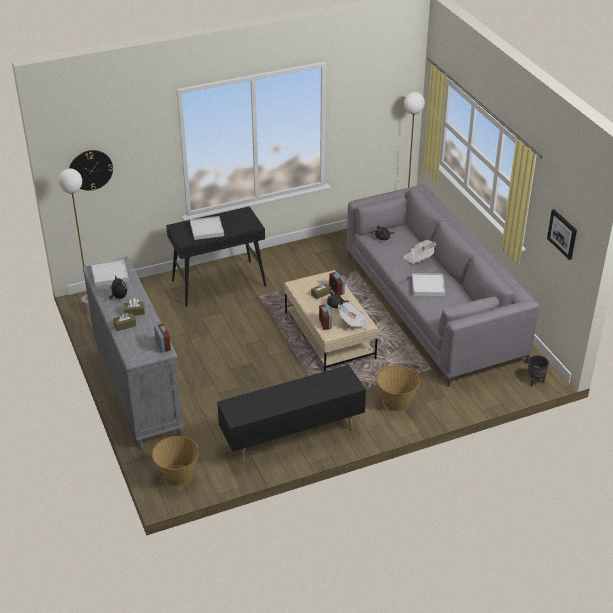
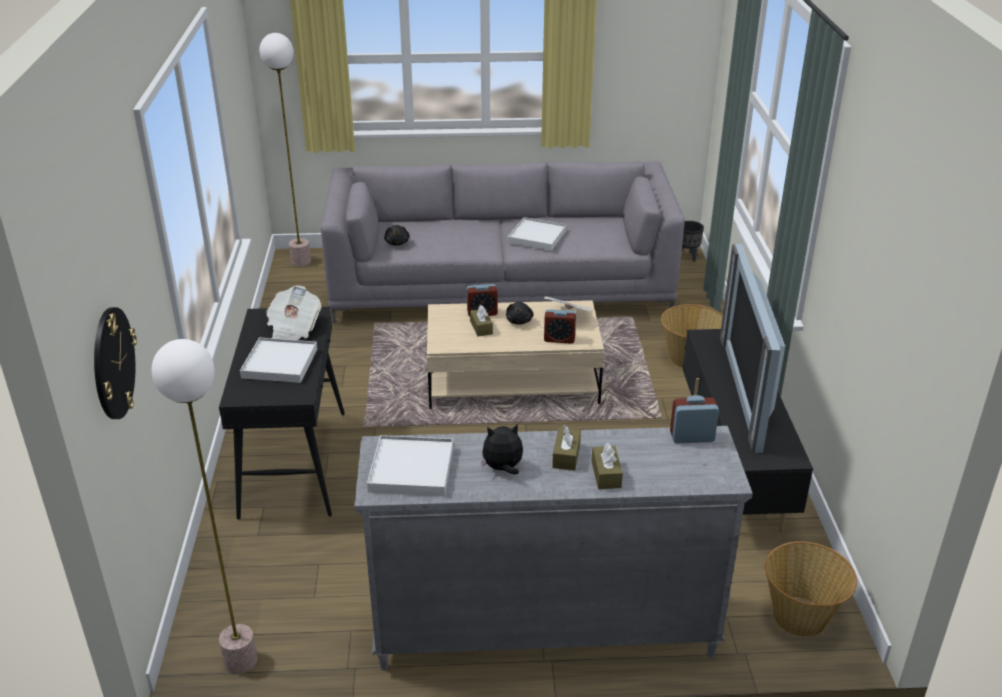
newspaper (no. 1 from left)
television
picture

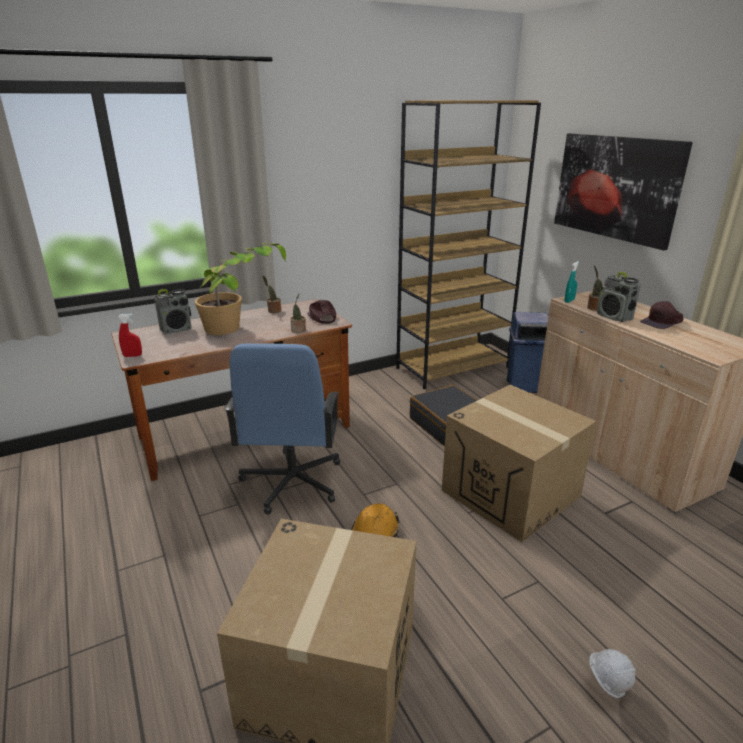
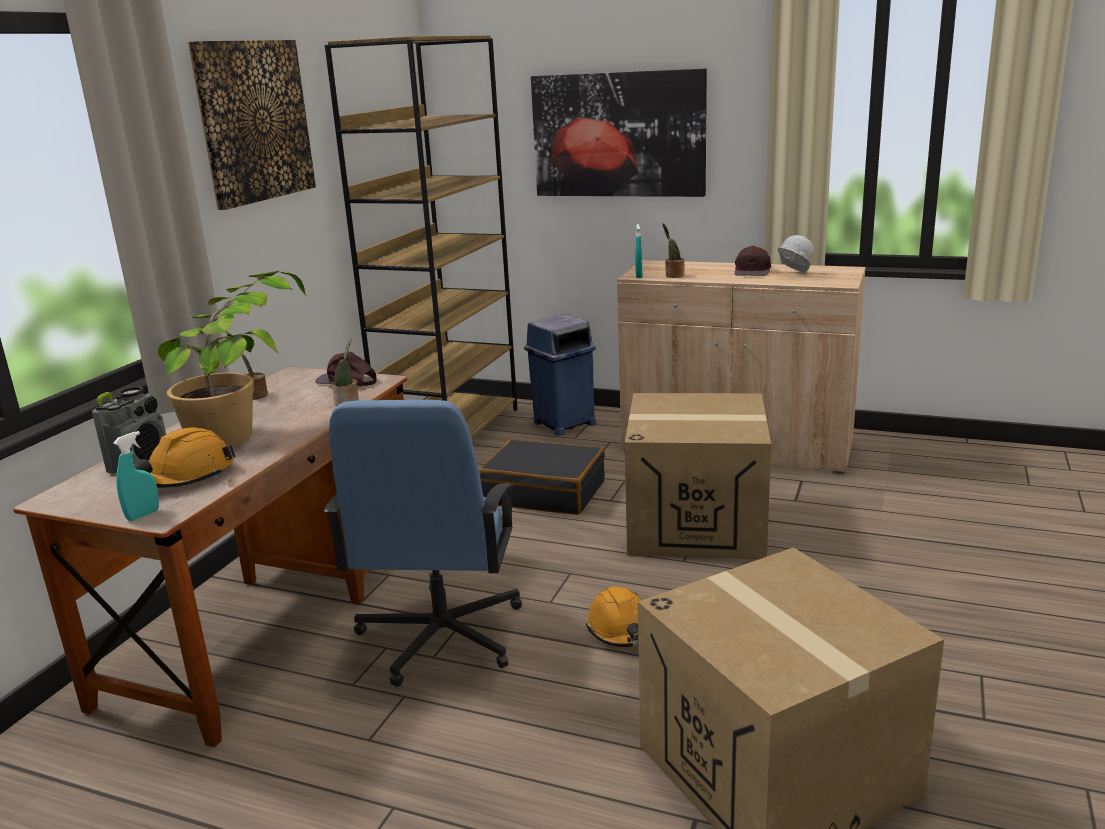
turquoise spray bottle (no. 1 from left)
orange hard hat (no. 1 from left)
picture (no. 1 from left)
blue office chair
white hard hat
radio (no. 2 from left in the first image)

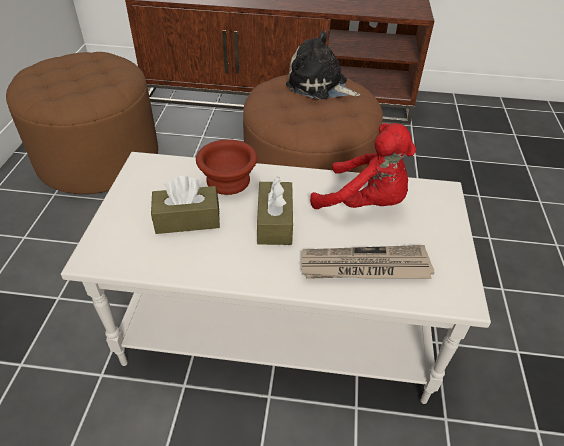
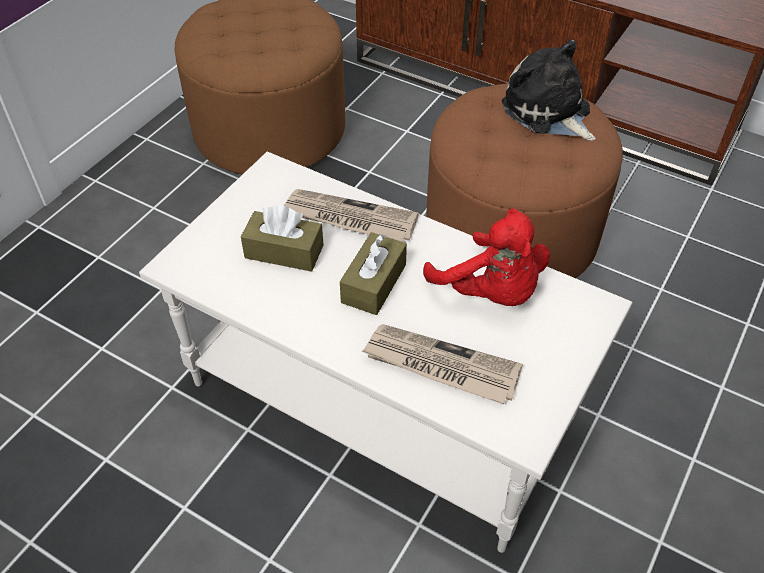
newspaper (no. 1 from left)

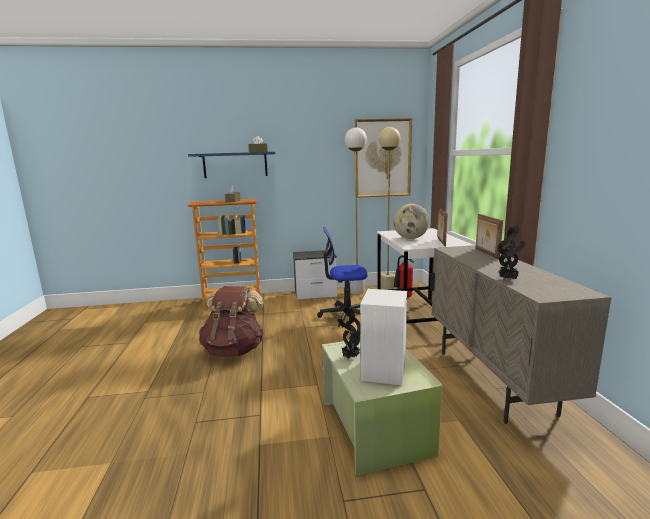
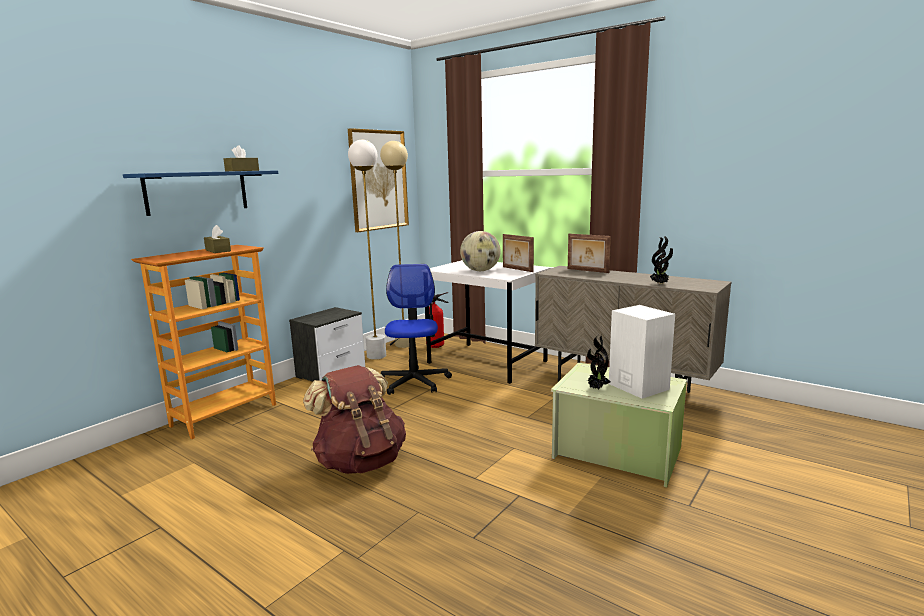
office chair

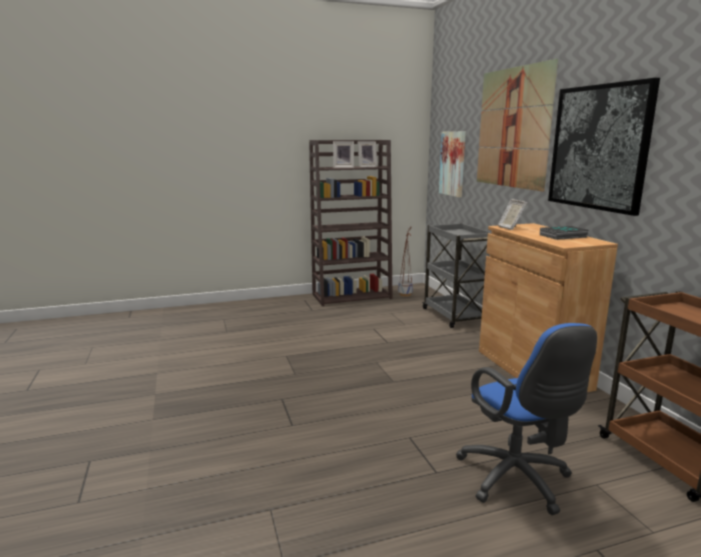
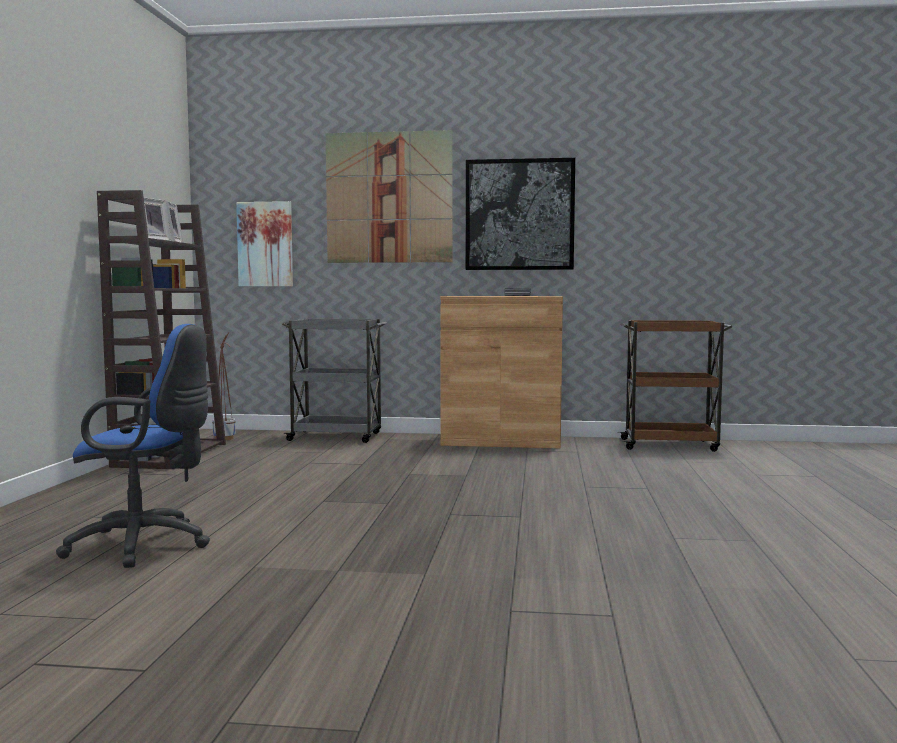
blue office chair
picture frame (no. 3 from left in the first image)

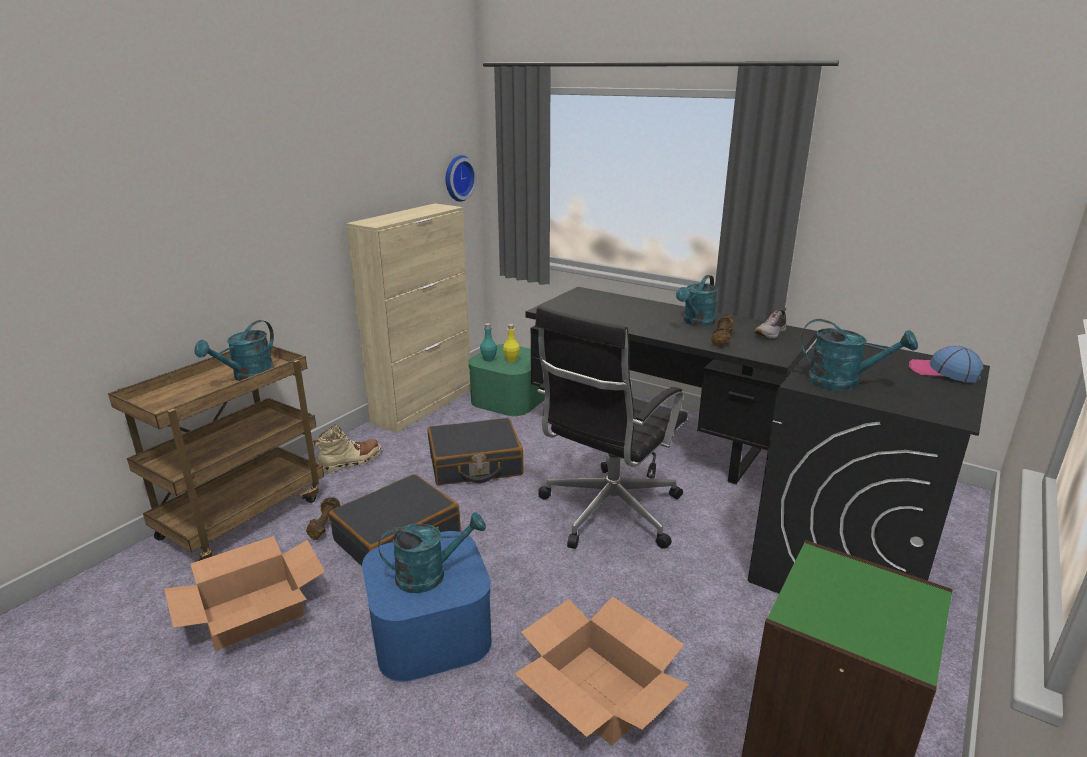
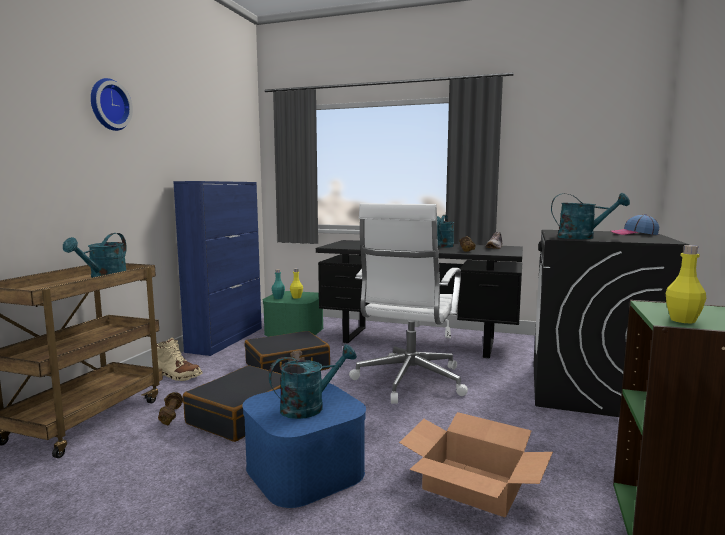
wall clock
beige boot
blue cabinet
white office chair
yellow bottle (no. 2 from left)
cardboard box (no. 1 from left in the first image)

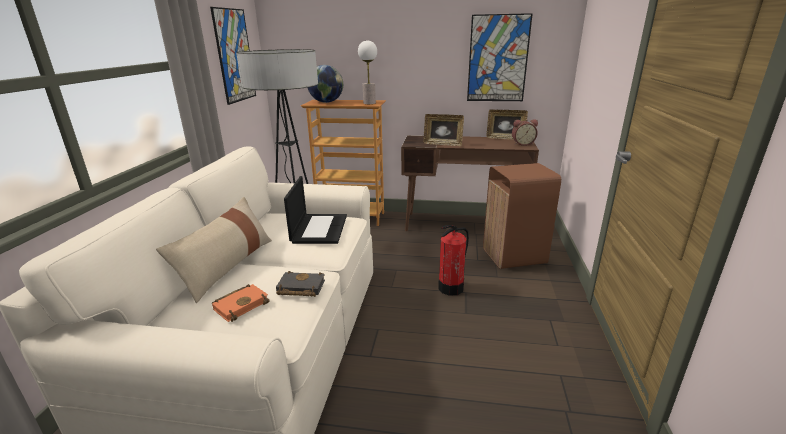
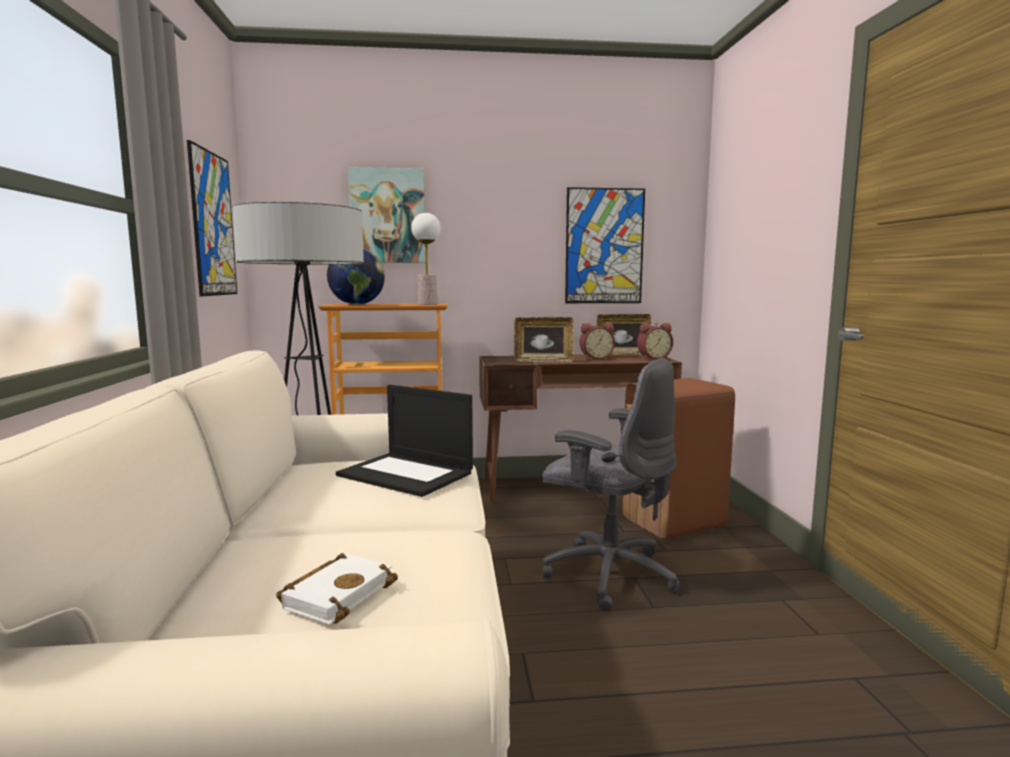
white book
laptop
picture (no. 2 from left)
grey office chair
alarm clock (no. 1 from left)
beige pillow
black book

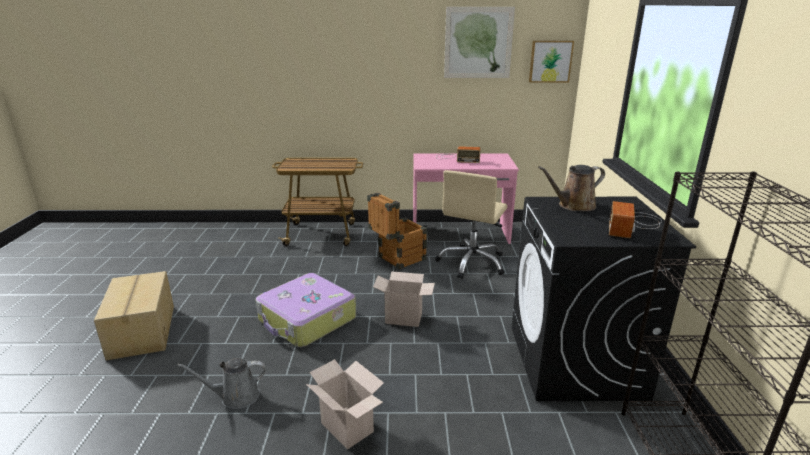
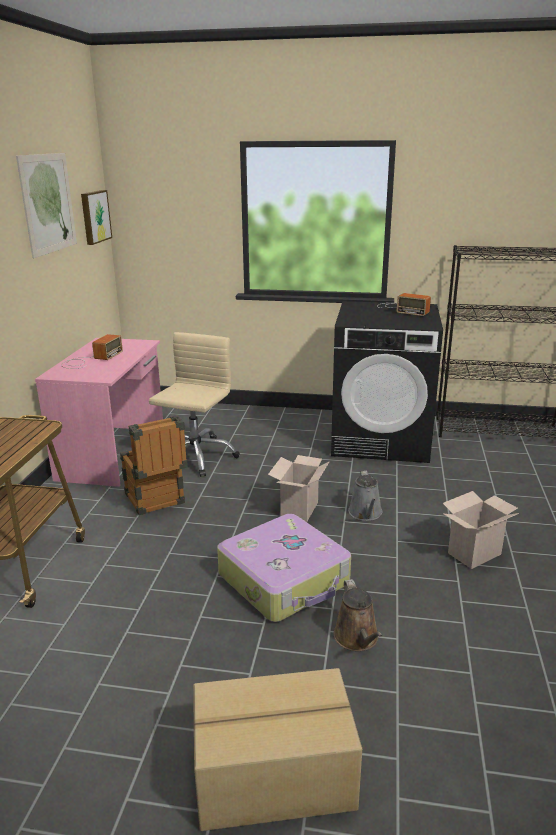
beige office chair
brown watering can
grey watering can

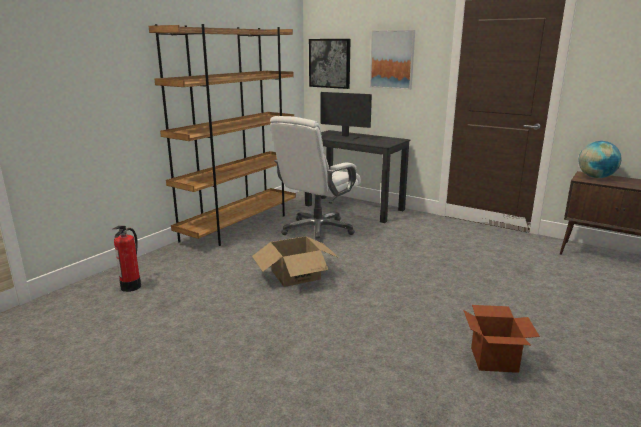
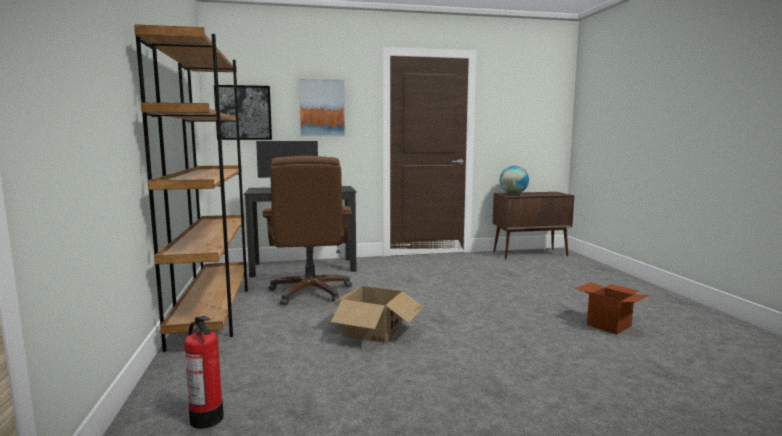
brown office chair

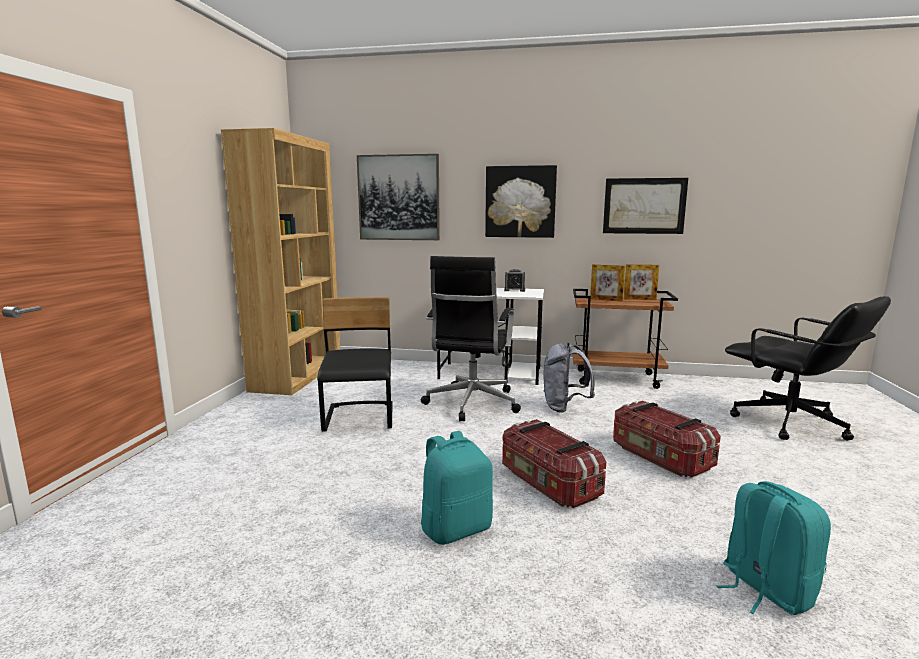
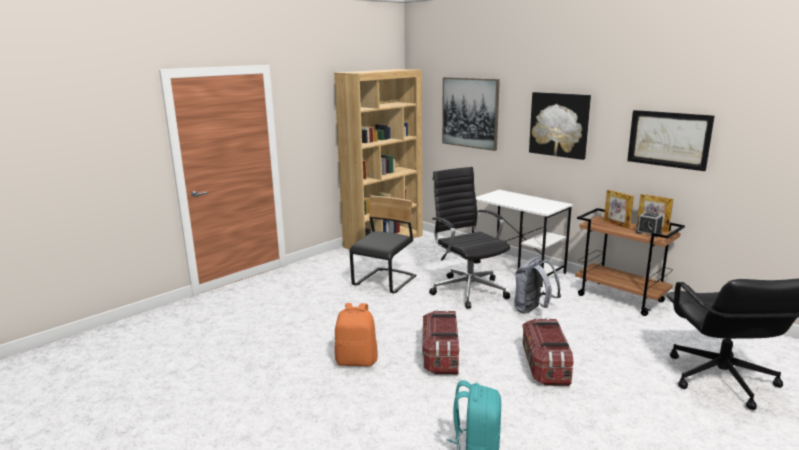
orange backpack
black office chair (no. 1 from left)
alarm clock

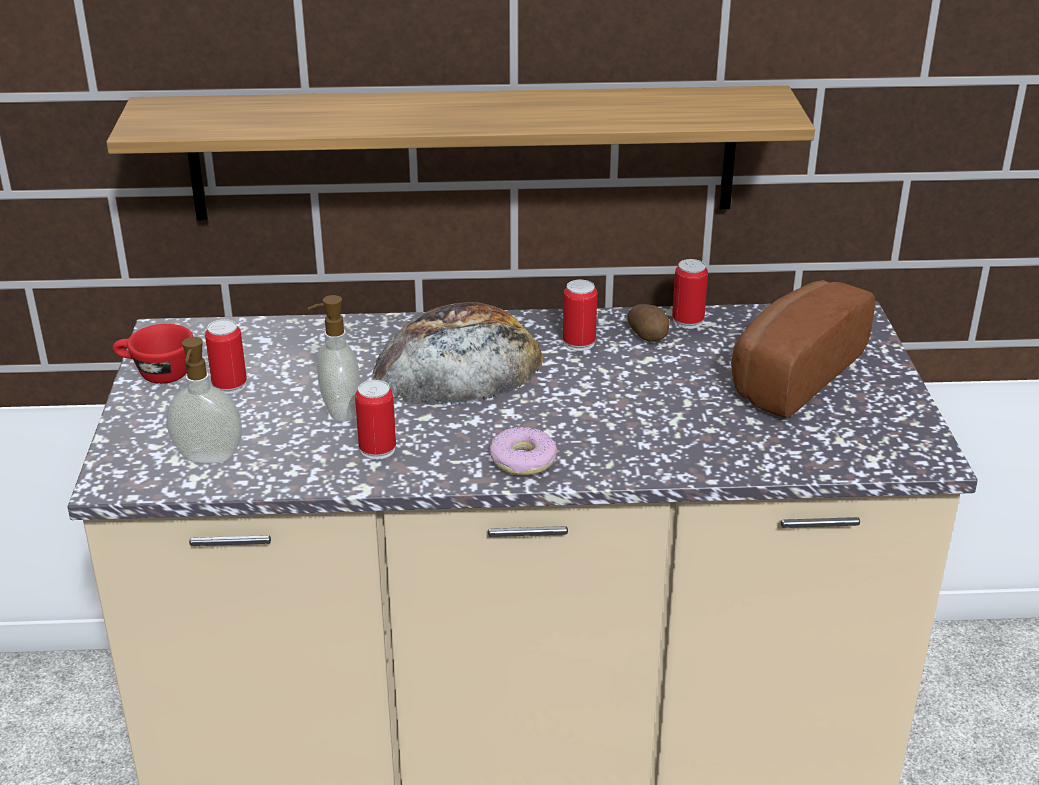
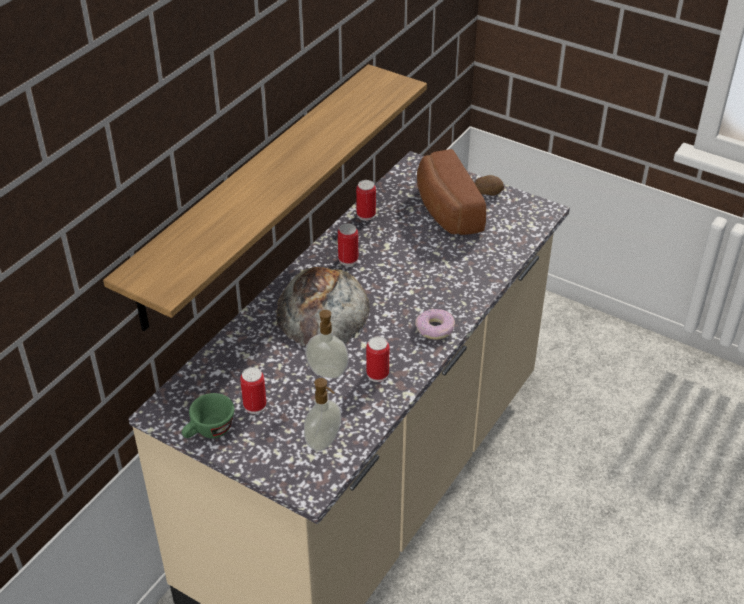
green cup
potato

